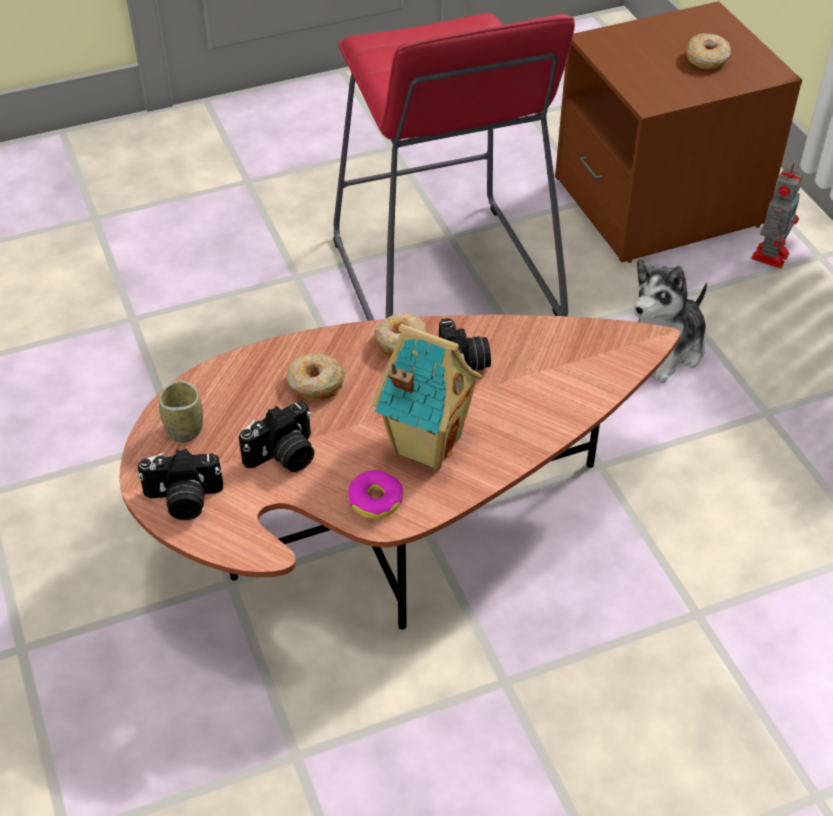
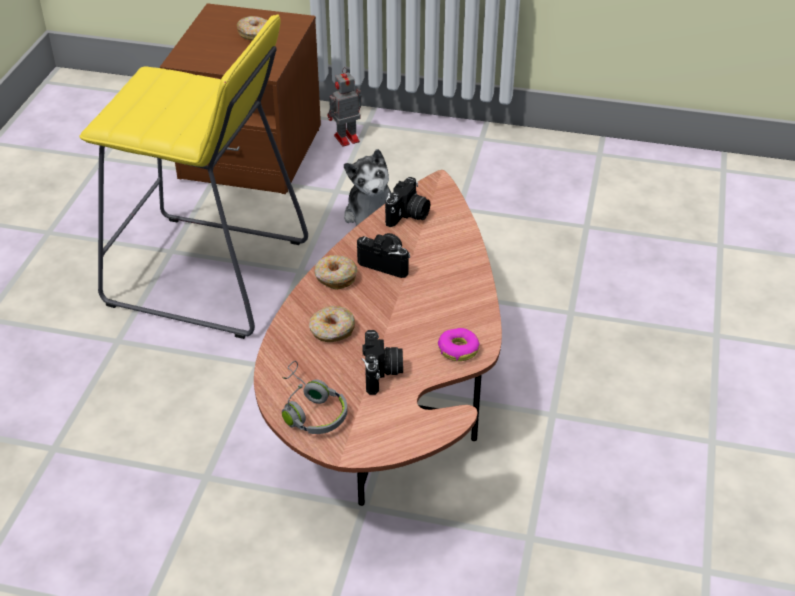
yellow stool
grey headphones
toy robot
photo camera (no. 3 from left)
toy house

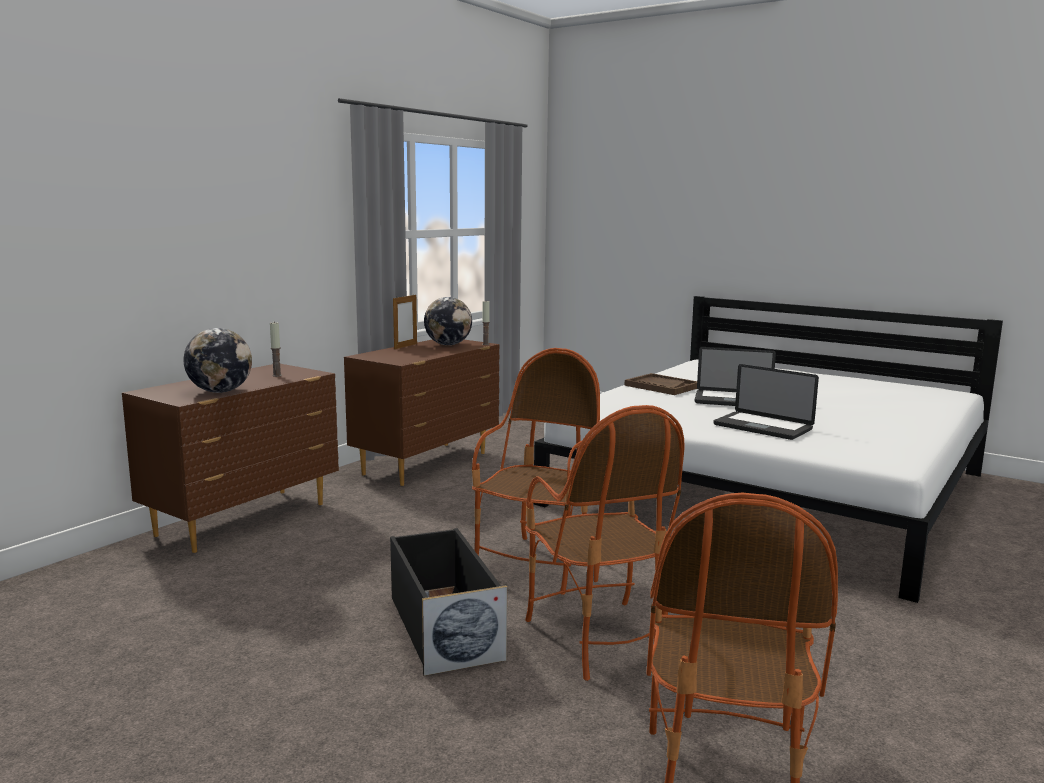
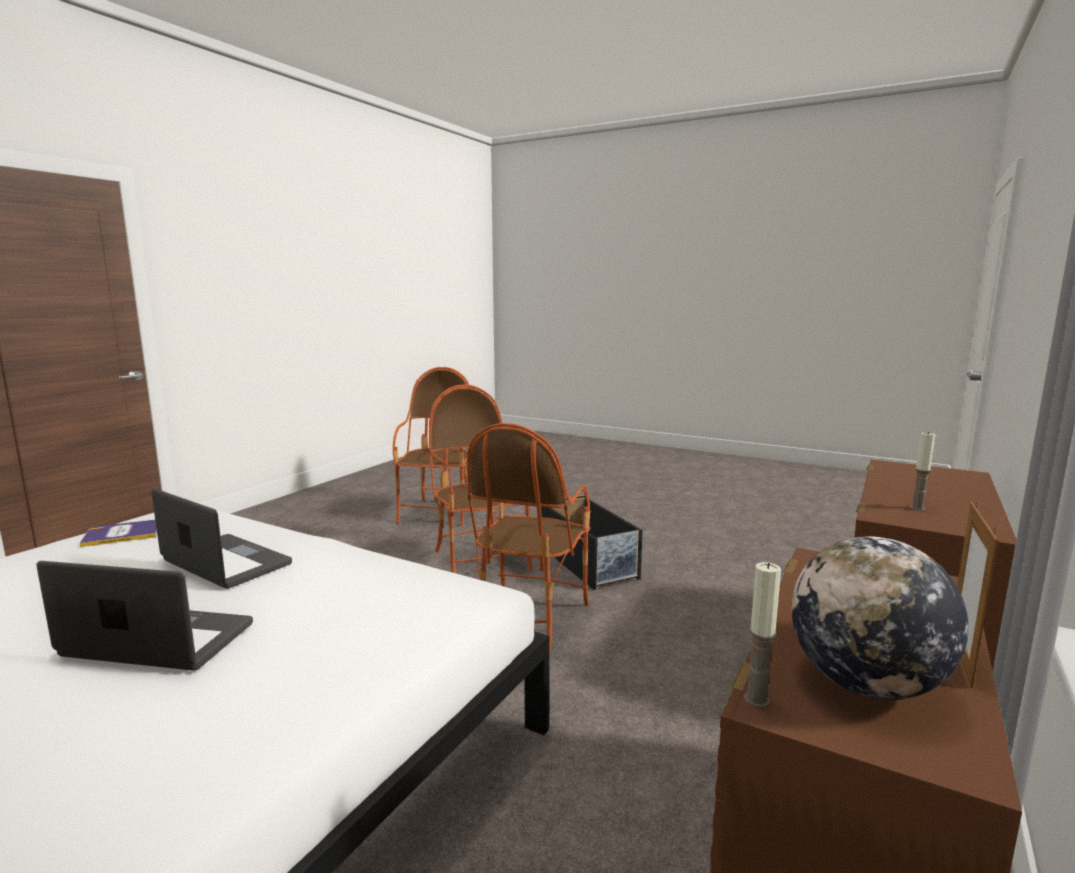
book
globe (no. 1 from left in the first image)
brown tray

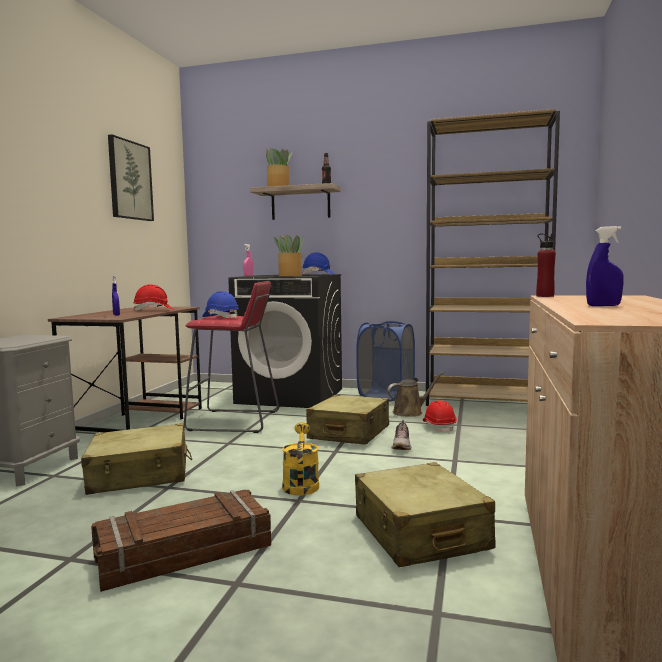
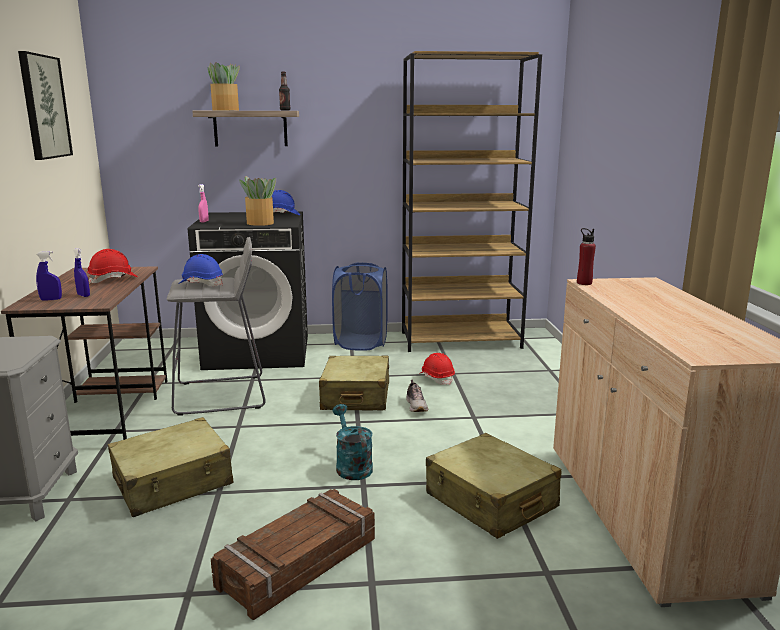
blue spray bottle (no. 1 from left)
grey stool
turquoise watering can
brown watering can

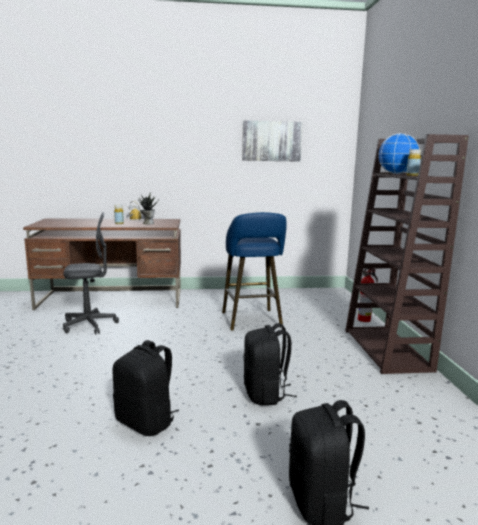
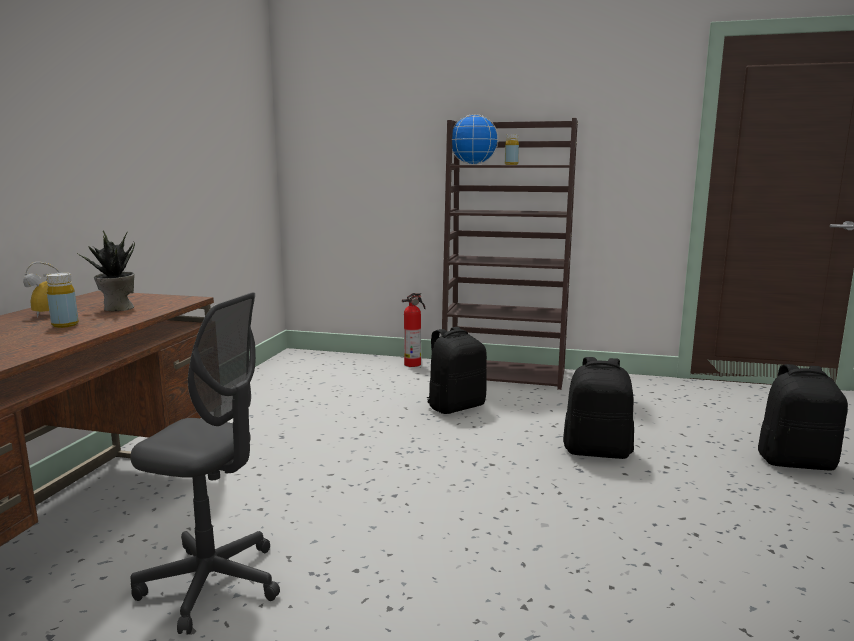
grey office chair
black backpack (no. 1 from left)
blue stool
picture

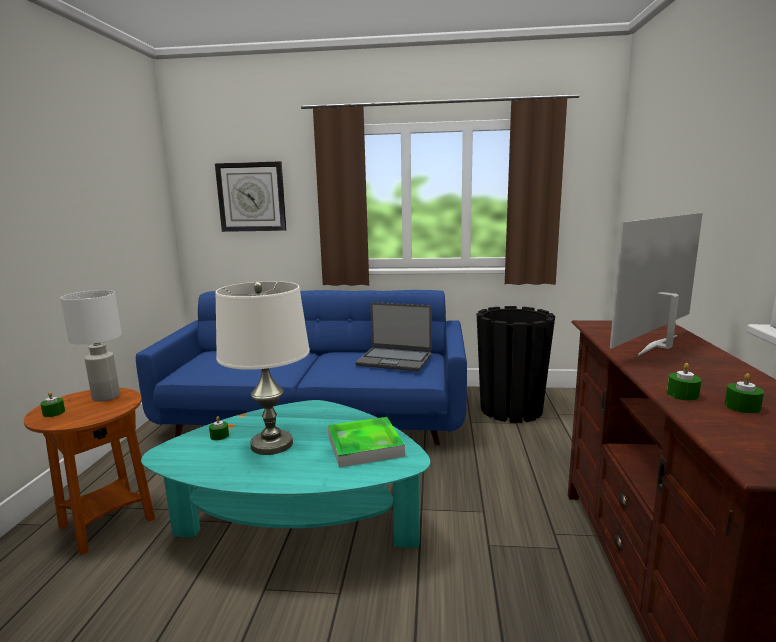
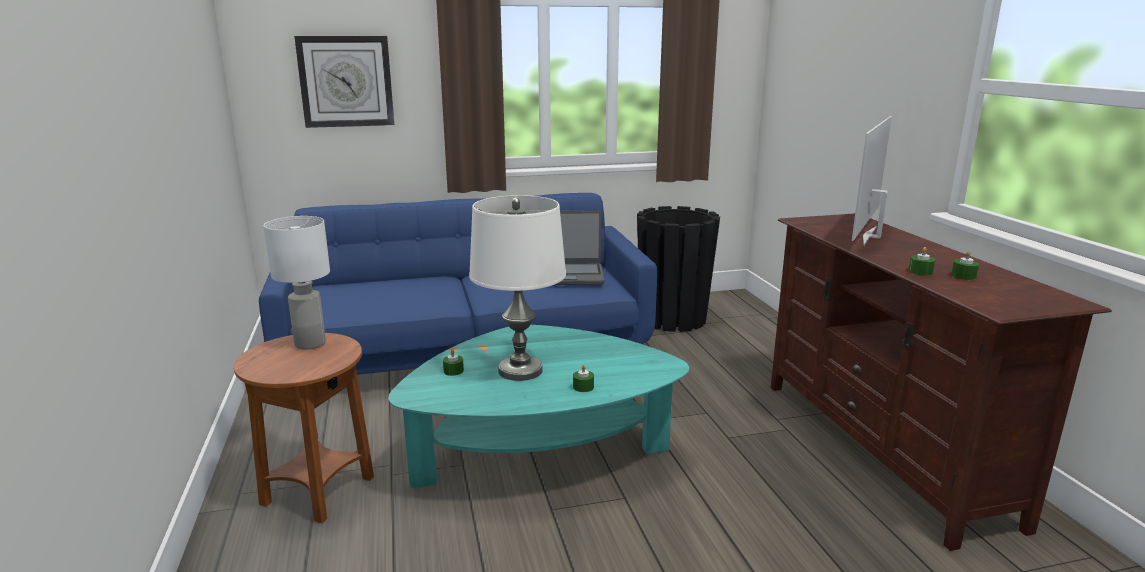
green candle (no. 2 from left)
tray

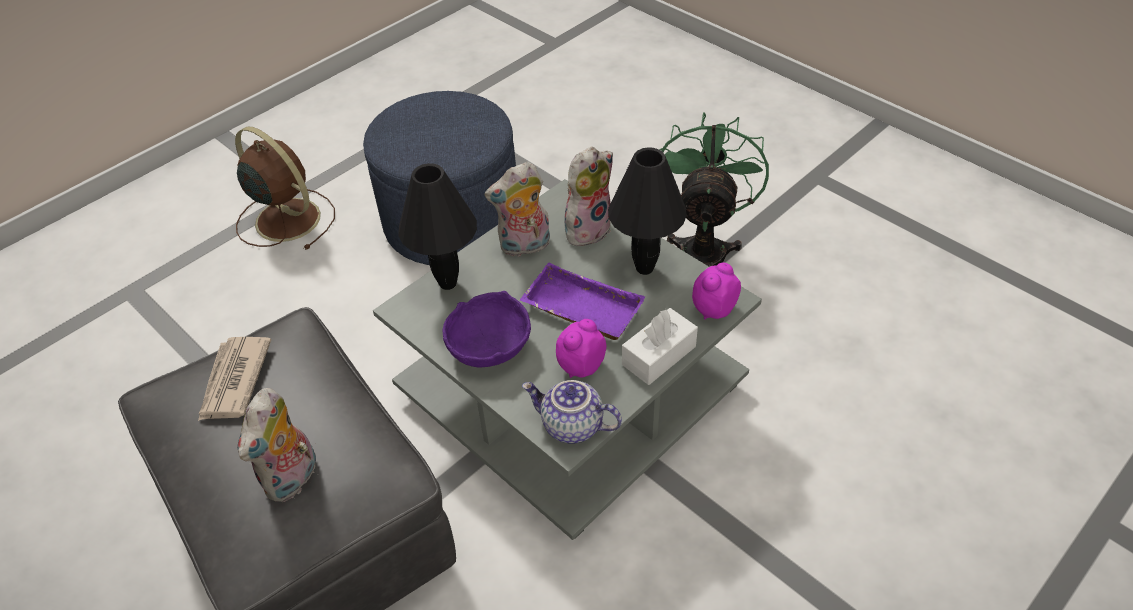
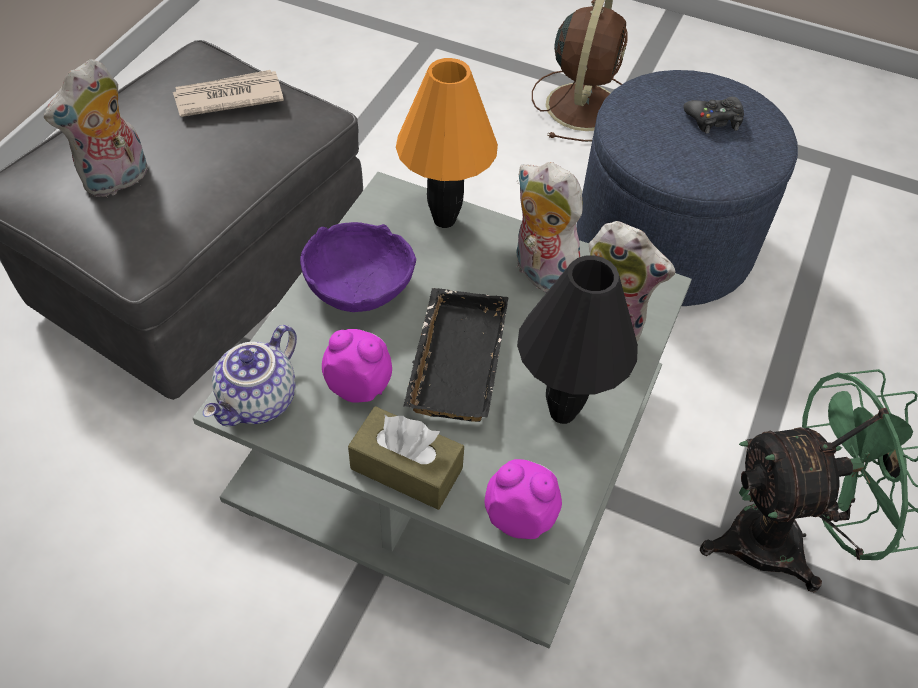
plush toy (no. 1 from left)
teapot
brown tissue box
orange table lamp
black tray
black game controller

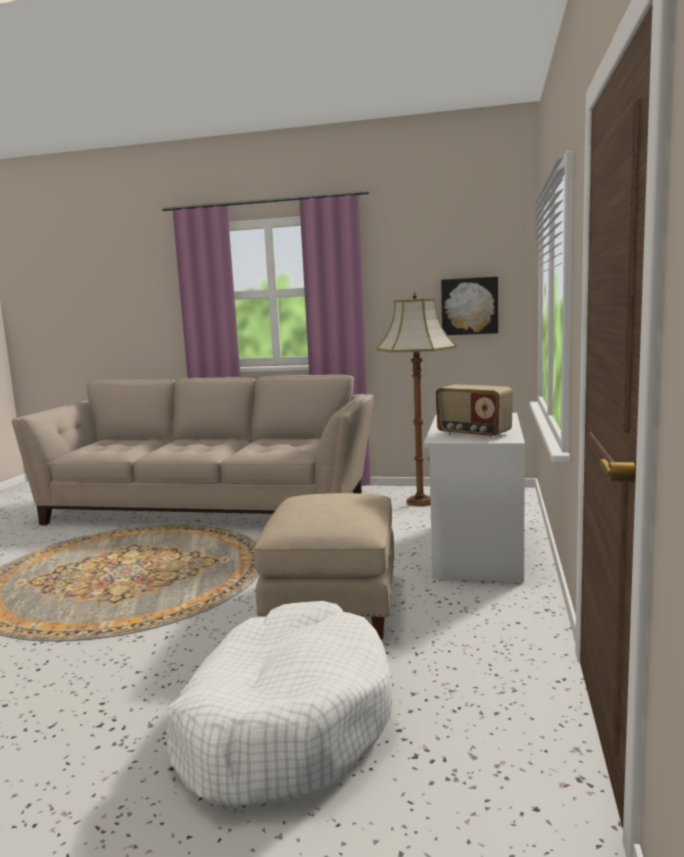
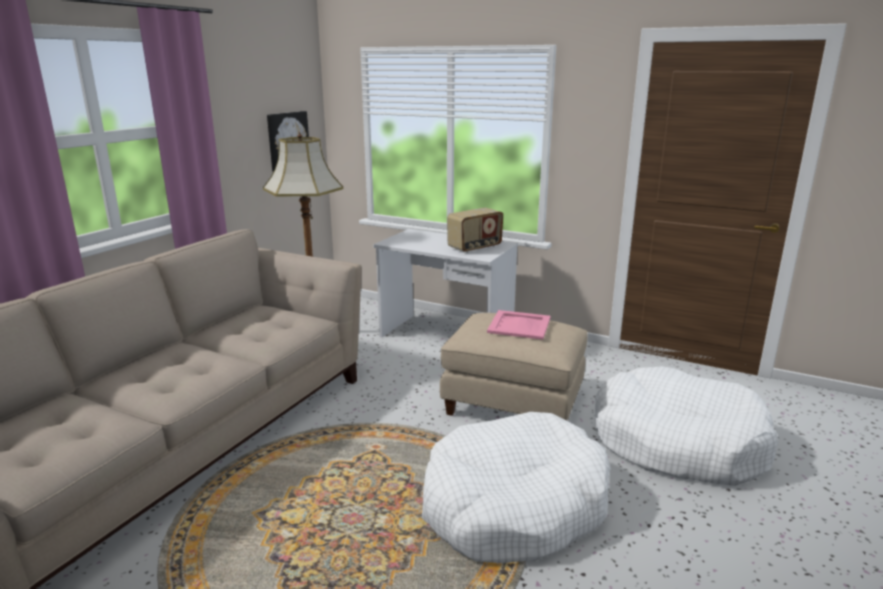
white dog bed (no. 1 from left)
pink tray

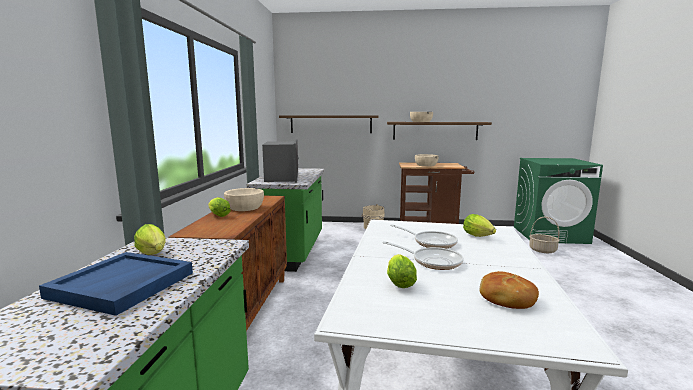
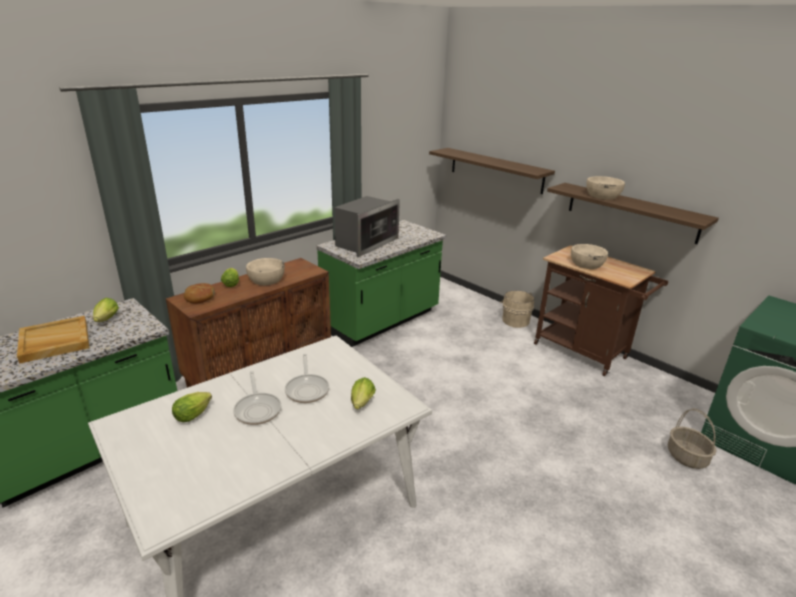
beige tray
bread

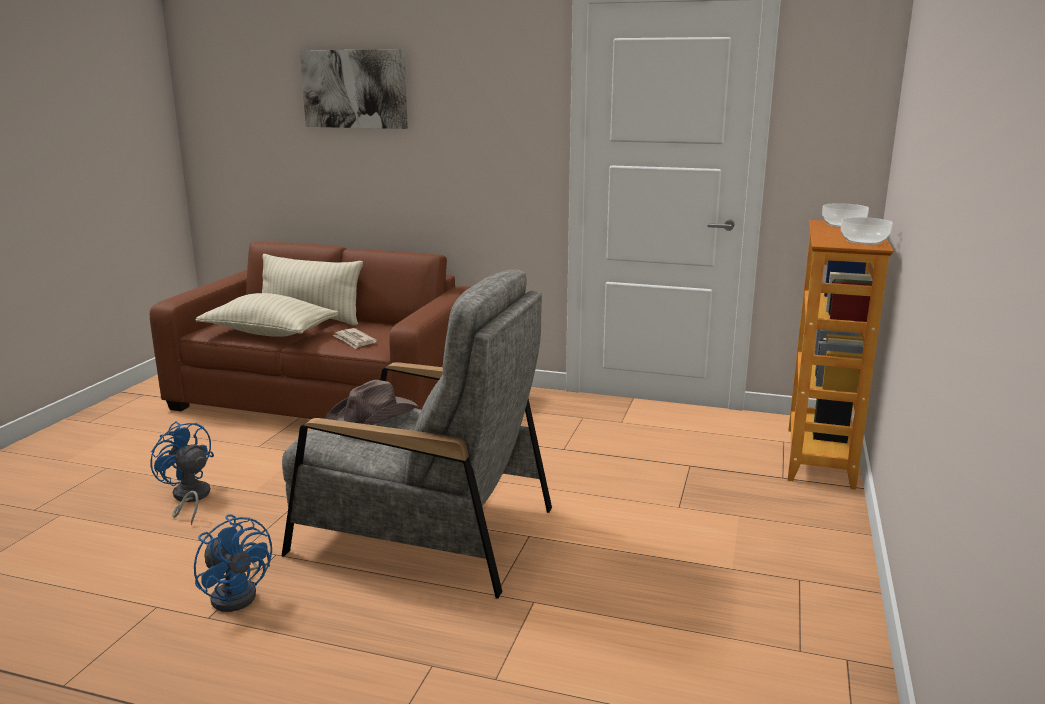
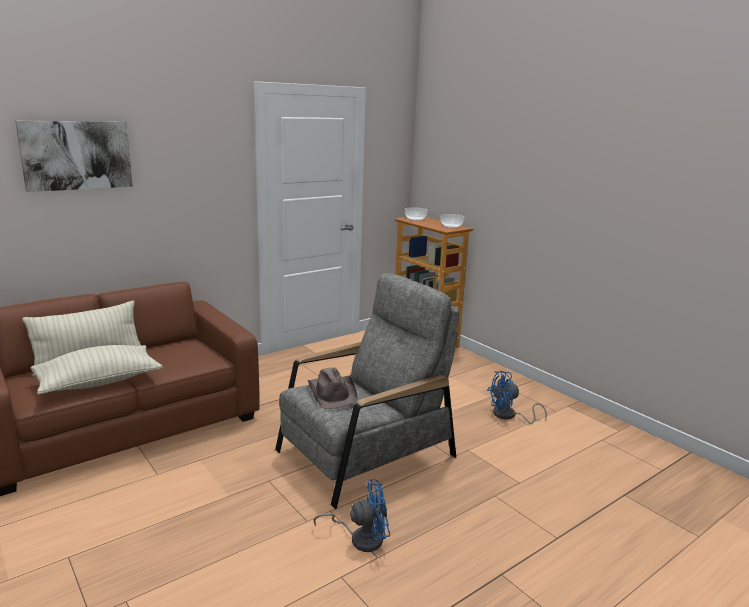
blue fan (no. 2 from left)
newspaper

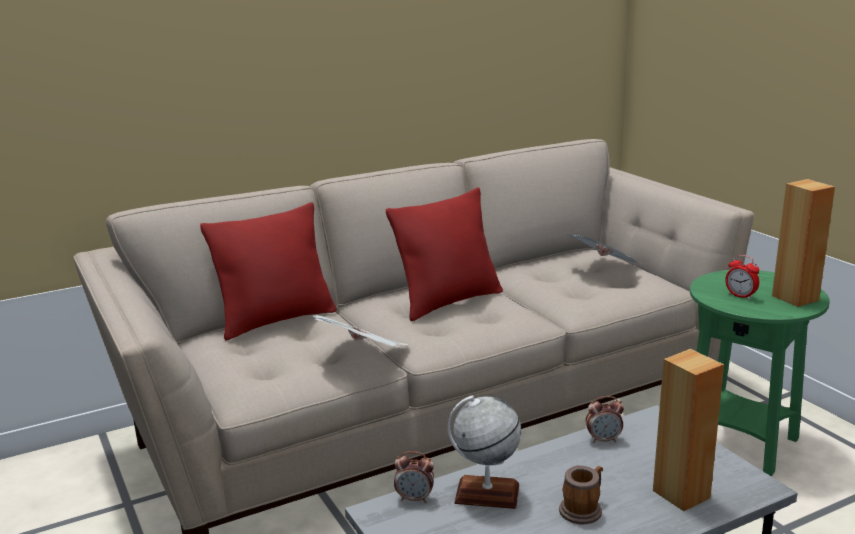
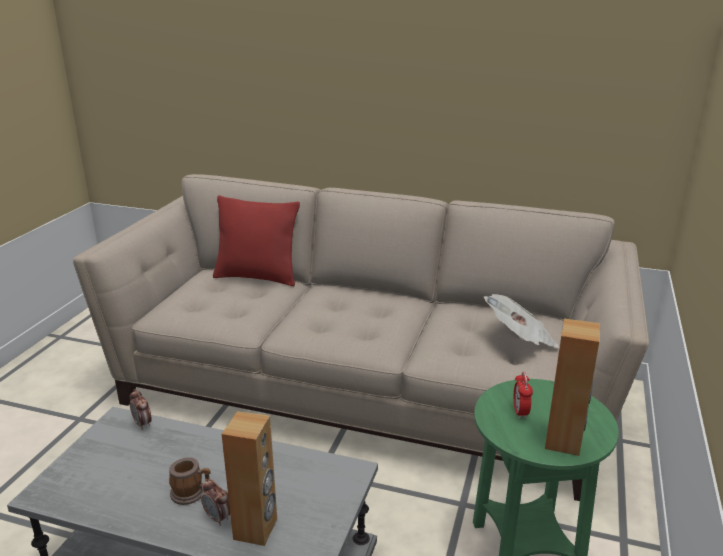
alarm clock (no. 2 from left)
newspaper (no. 1 from left in the first image)
red pillow (no. 2 from left in the first image)
globe

